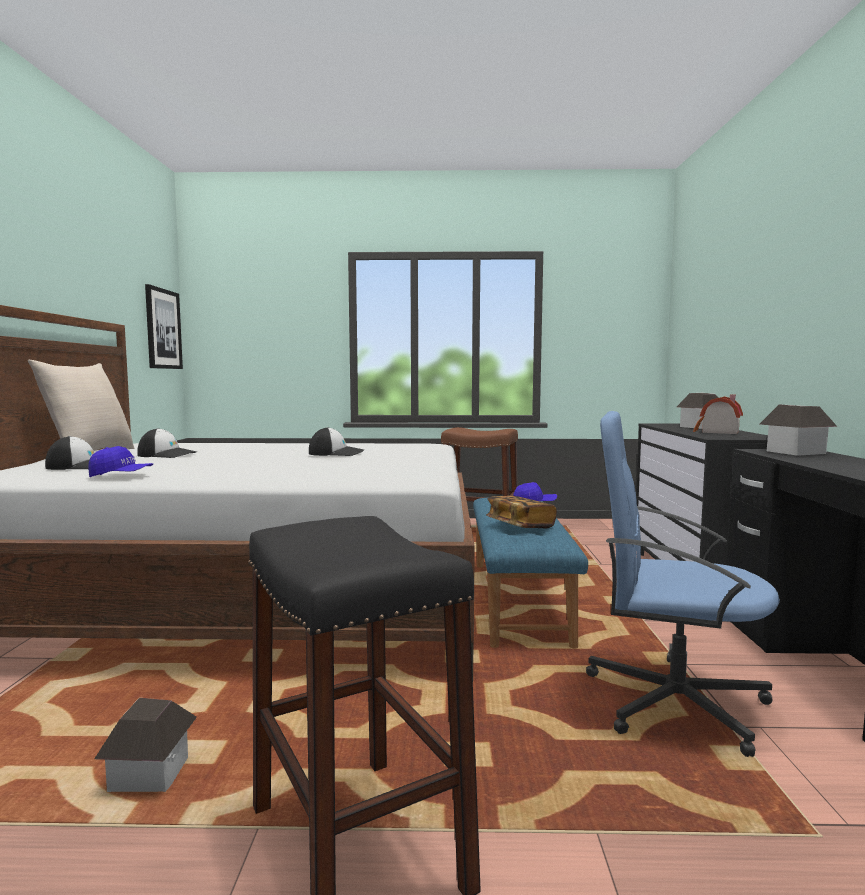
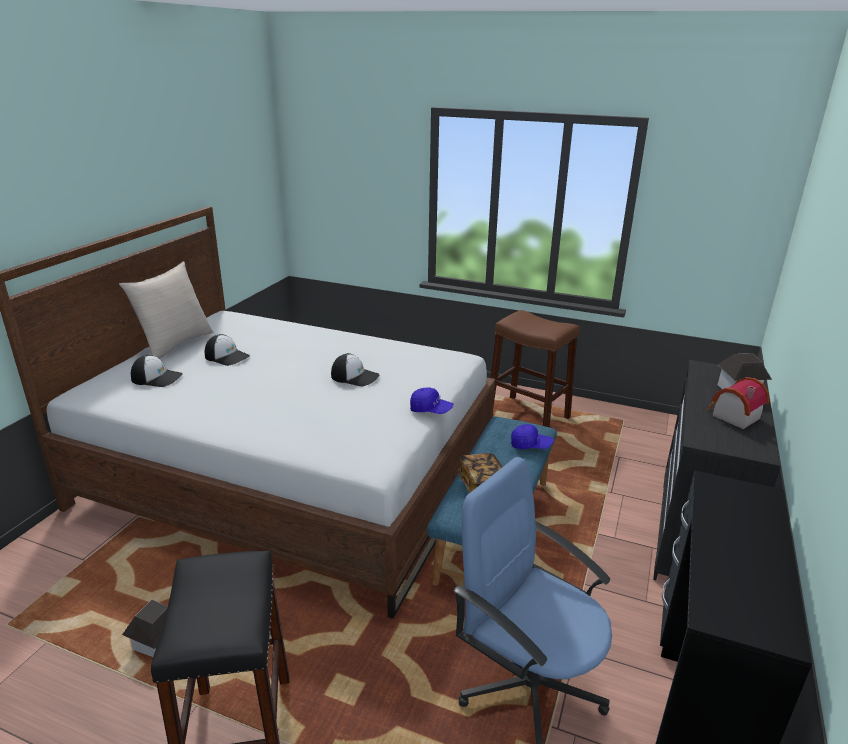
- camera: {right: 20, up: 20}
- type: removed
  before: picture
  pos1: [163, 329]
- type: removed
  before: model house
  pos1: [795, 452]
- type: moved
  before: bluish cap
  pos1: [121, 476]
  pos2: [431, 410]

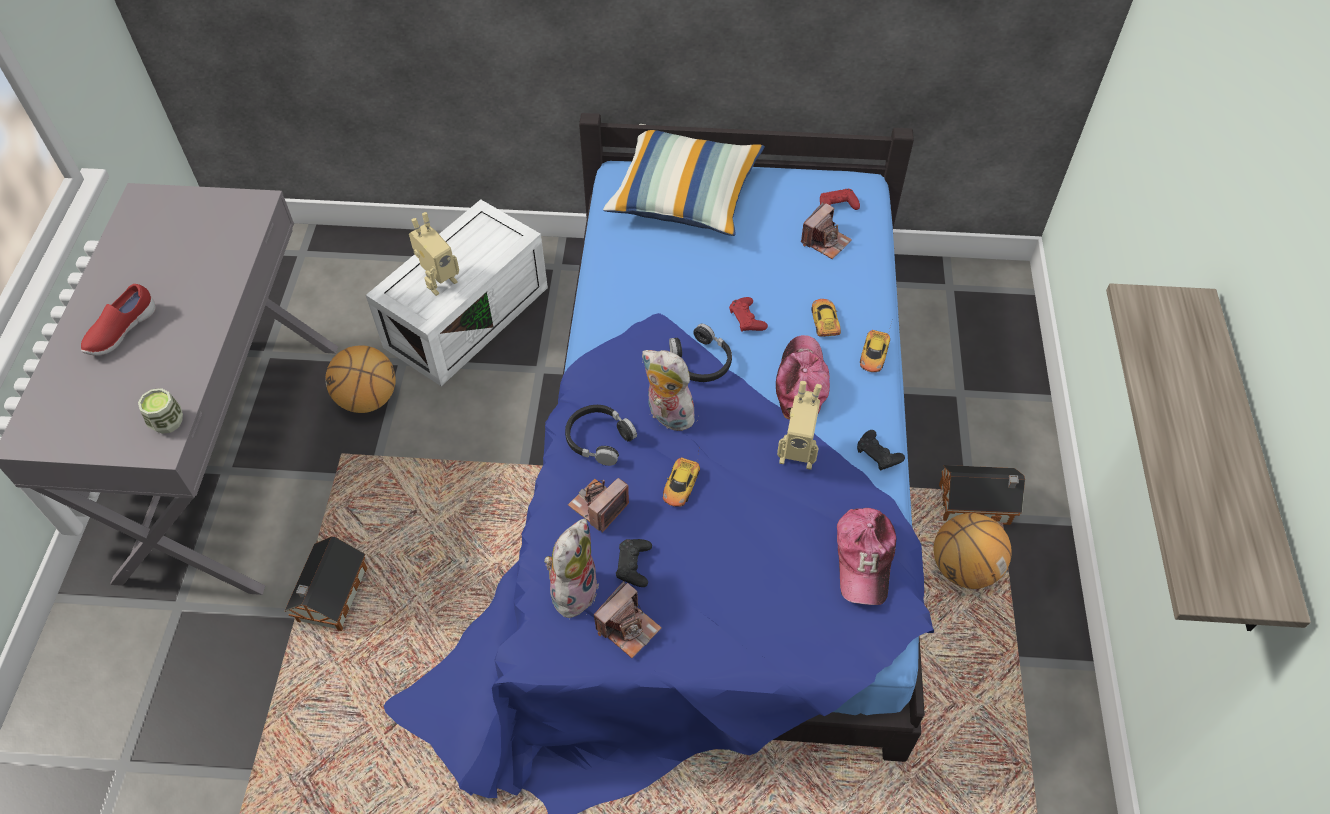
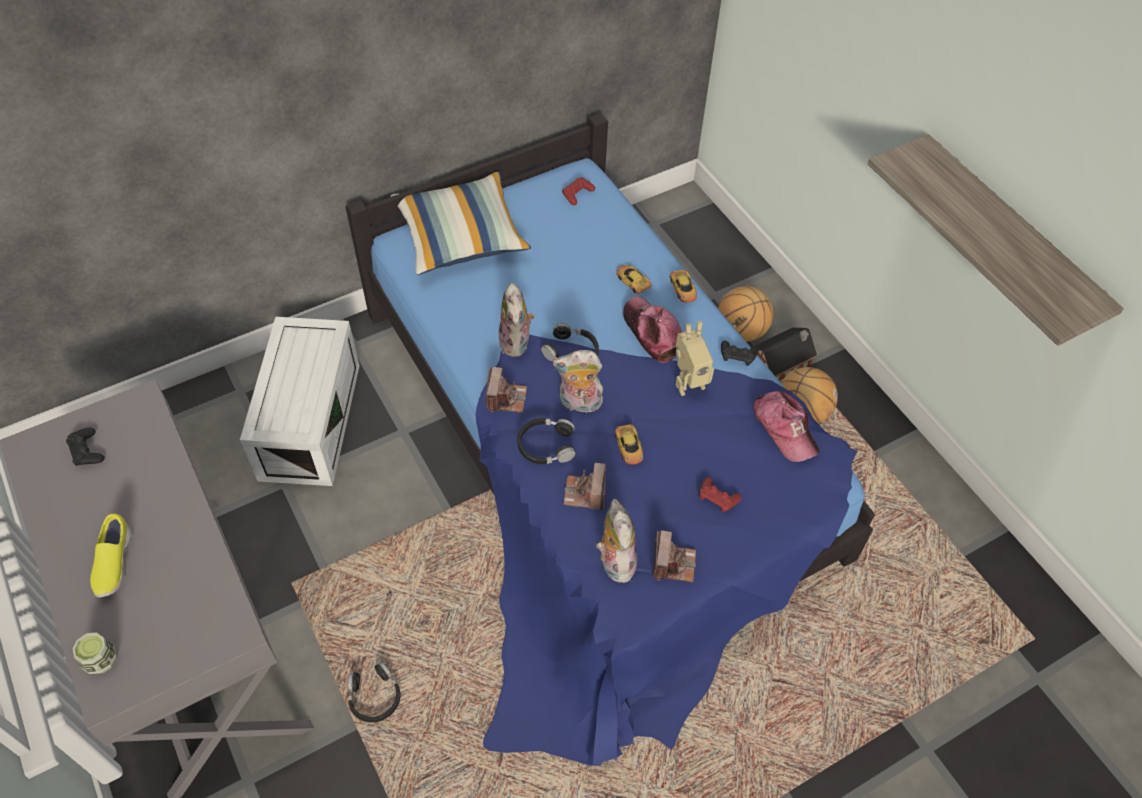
- camera: {right: -35, up: 0}
- type: moved
  before: photo camera
  pos1: [825, 241]
  pos2: [506, 398]
- type: removed
  before: model robot
  pos1: [439, 281]
- type: recoloured
  before: red-coloured shoe
  after: yellowish shoe
  pos1: [121, 331]
  pos2: [113, 563]
- type: moved
  before: red-coloured game controller
  pos1: [747, 319]
  pos2: [717, 497]
- type: moved
  before: basketball ball
  pos1: [368, 399]
  pos2: [741, 331]
- type: moved
  before: drinking cup
  pos1: [167, 422]
  pos2: [101, 661]
- type: replaced
  before: model house
  after: black headphones
  pos1: [331, 598]
  pos2: [374, 696]
- type: moved
  before: black game controller
  pos1: [634, 565]
  pos2: [87, 451]
- type: added
  after: soft toy
  pos2: [517, 343]

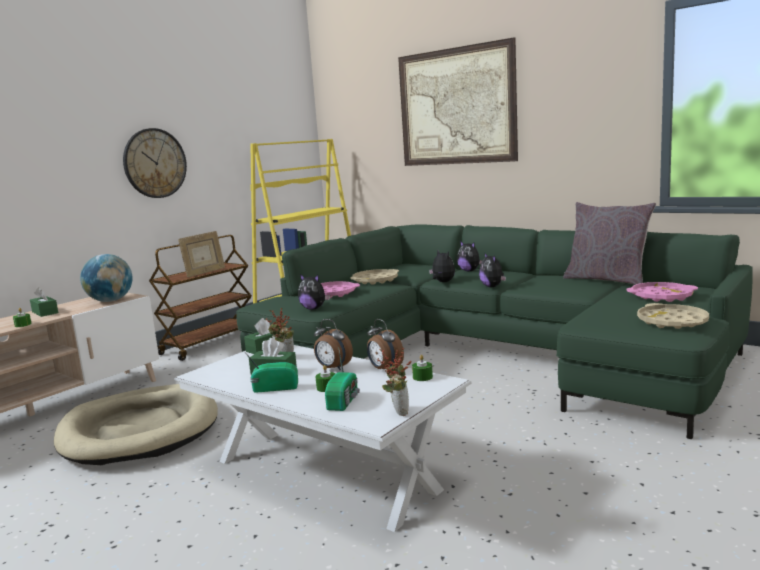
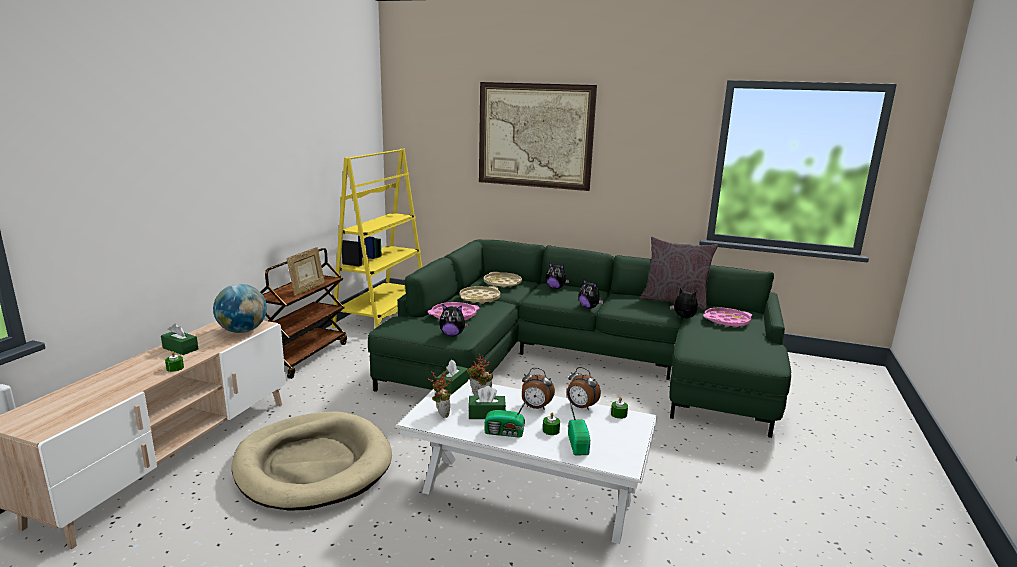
- camera: {right: -20, up: 5}
- type: removed
  before: clock on the wall
  pos1: [155, 163]
- type: moved
  before: soft toy
  pos1: [442, 282]
  pos2: [683, 318]
- type: moved
  before: sand-coloured serving tray
  pos1: [672, 322]
  pos2: [502, 283]
- type: moved
  before: plant in a pot
  pos1: [397, 411]
  pos2: [440, 414]
- type: turned
  before: radio set
  pos1: [274, 388]
  pos2: [505, 433]
  turn: -150

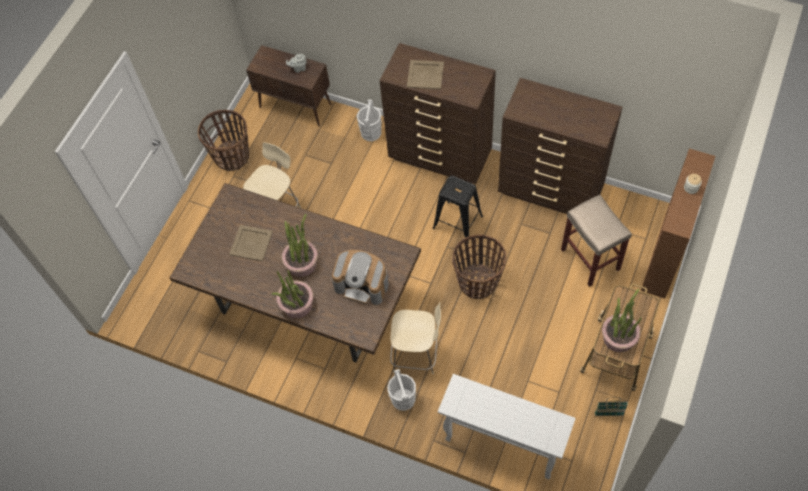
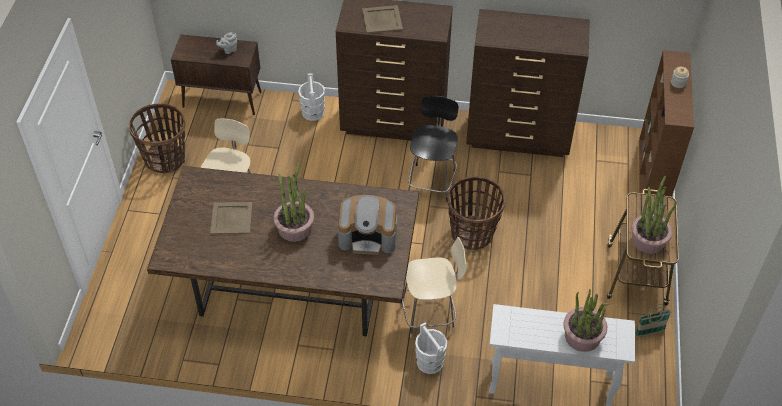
- camera: {right: -20, up: -10}
- type: replaced
  before: black stool
  after: black upright chair
  pos1: [457, 222]
  pos2: [432, 181]
- type: removed
  before: sand-coloured stool
  pos1: [591, 260]
- type: moved
  before: plant in a pot
  pos1: [297, 305]
  pos2: [582, 336]

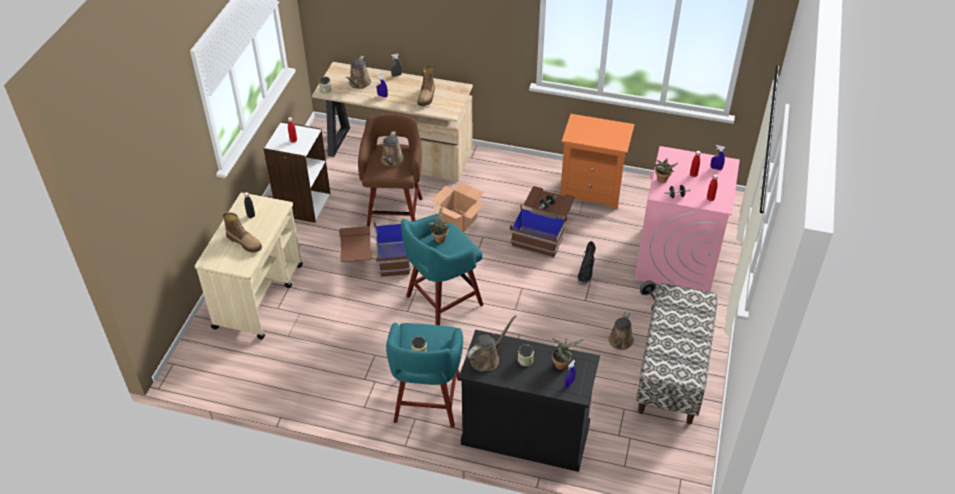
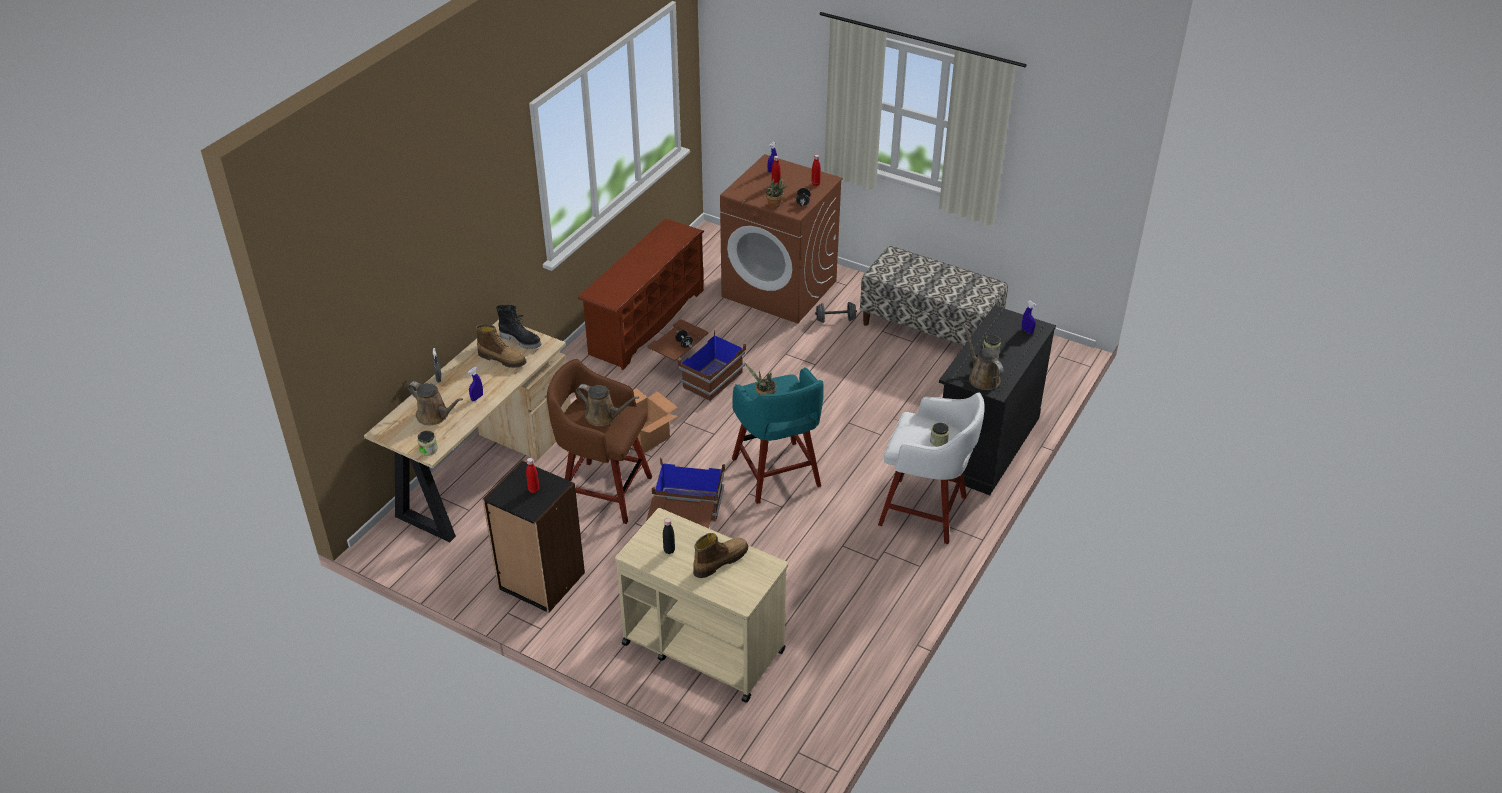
- camera: {right: -75, up: -5}
- type: replaced
  before: orangey night table
  after: brownish shoe shelf
  pos1: [592, 190]
  pos2: [646, 321]
- type: recoloured
  before: white bookshelf
  after: black bookshelf
  pos1: [303, 204]
  pos2: [540, 581]
- type: recoloured
  before: pink laundry appliance
  after: brownish laundry appliance
  pos1: [677, 259]
  pos2: [780, 289]
- type: moved
  before: black tall boot
  pos1: [586, 273]
  pos2: [521, 340]
- type: removed
  before: brownish watering can
  pos1: [620, 342]
- type: recoloured
  before: turquoise-coloured stool
  after: white stool
  pos1: [427, 402]
  pos2: [926, 512]
- type: removed
  before: plant in a pot
  pos1: [562, 364]

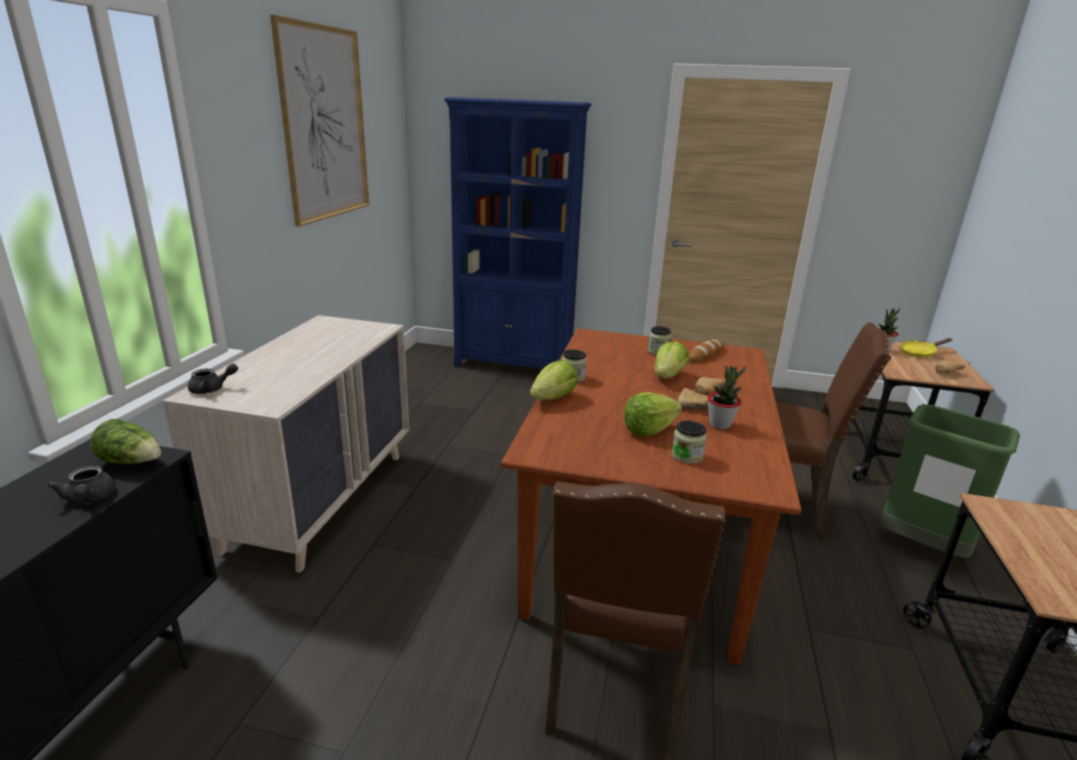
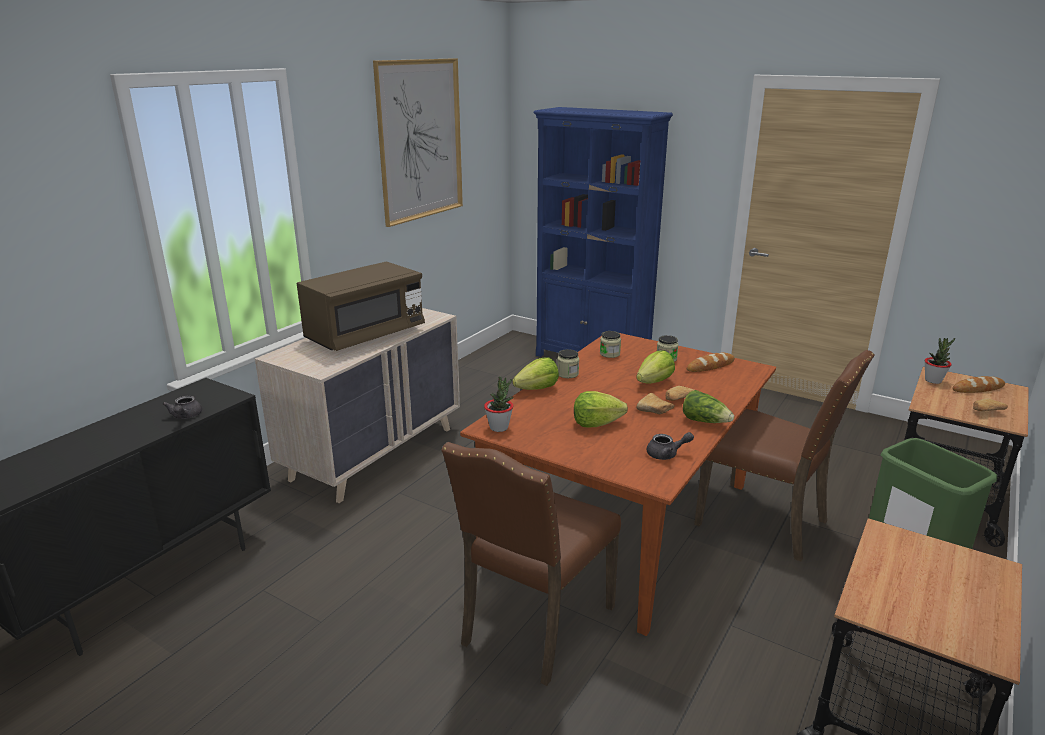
- camera: {right: 20, up: 0}
- type: replaced
  before: yellowish frying pan
  after: baked bread
  pos1: [919, 353]
  pos2: [978, 388]
- type: moved
  before: gray tea pot
  pos1: [212, 389]
  pos2: [666, 454]
- type: moved
  before: plant in a pot
  pos1: [720, 424]
  pos2: [499, 427]
- type: moved
  before: lettuce
  pos1: [132, 461]
  pos2: [705, 421]
- type: moved
  before: storage jar
  pos1: [687, 456]
  pos2: [609, 354]
- type: added
  after: brownish microwave oven
  pos2: [365, 335]

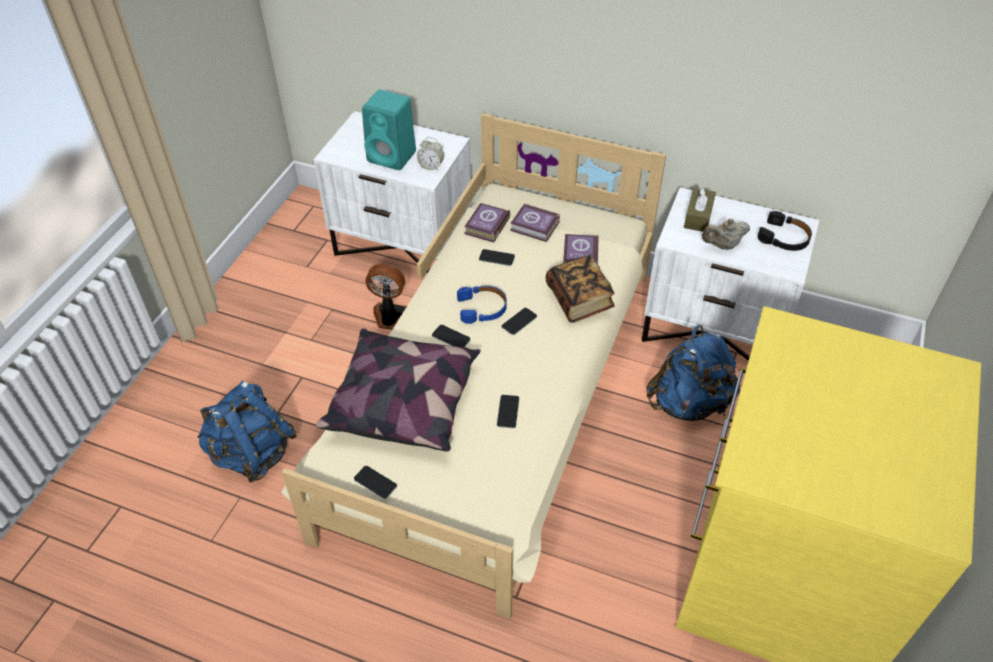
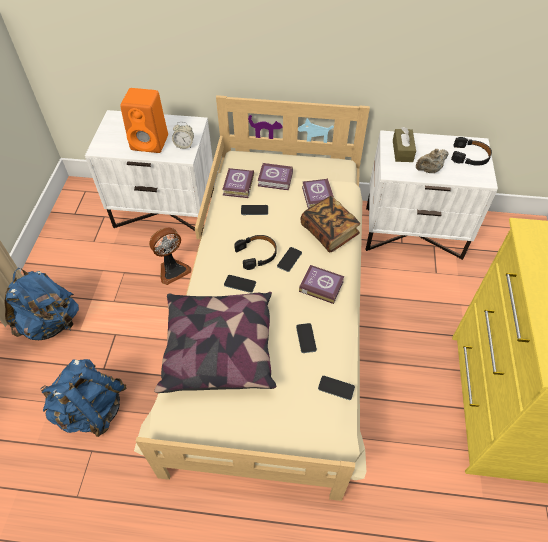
- camera: {right: -15, up: 5}
- type: recoloured
  before: turquoise-coloured audio speaker
  after: orangey audio speaker
  pos1: [393, 157]
  pos2: [151, 142]
- type: turned
  before: fan
  pos1: [390, 317]
  pos2: [172, 269]
  turn: 150
- type: recoloured
  before: bluish headphones
  after: black headphones
  pos1: [482, 308]
  pos2: [257, 254]
- type: moved
  before: bluish rucksack
  pos1: [689, 403]
  pos2: [51, 323]
- type: moved
  before: handset
  pos1: [375, 482]
  pos2: [336, 388]
- type: added
  after: book
  pos2: [320, 285]

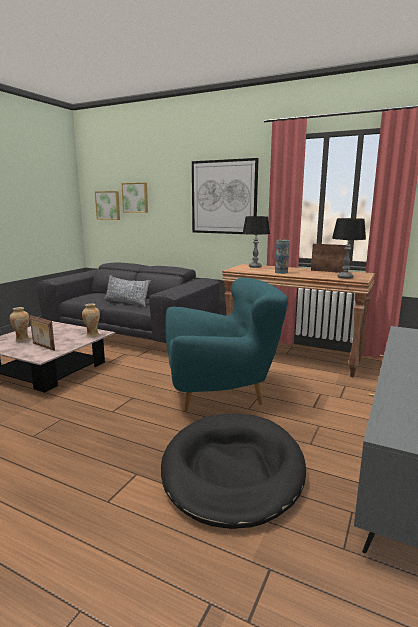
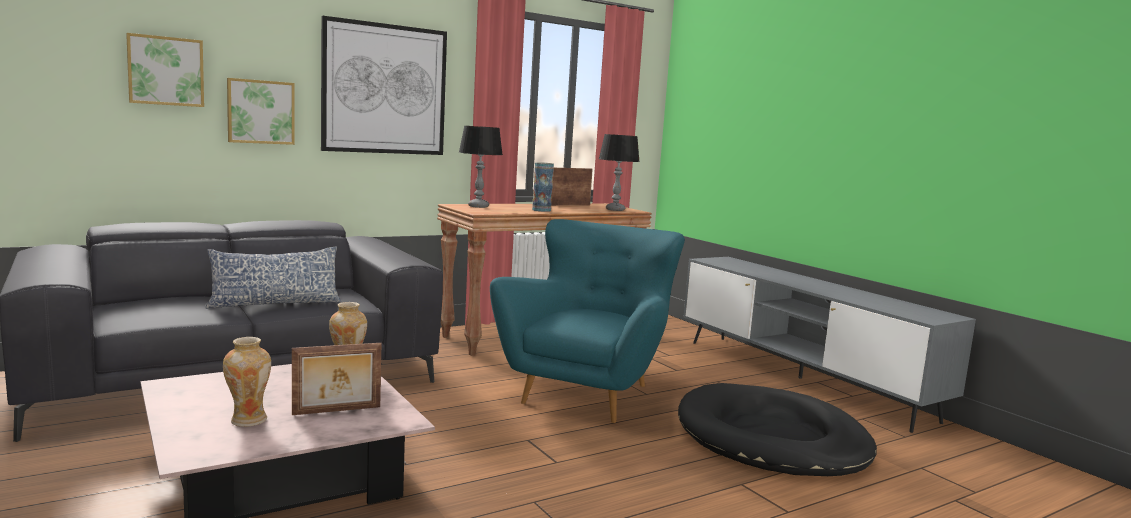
- camera: {right: -60, up: -5}
- type: moved
  before: picture
  pos1: [108, 205]
  pos2: [260, 112]

